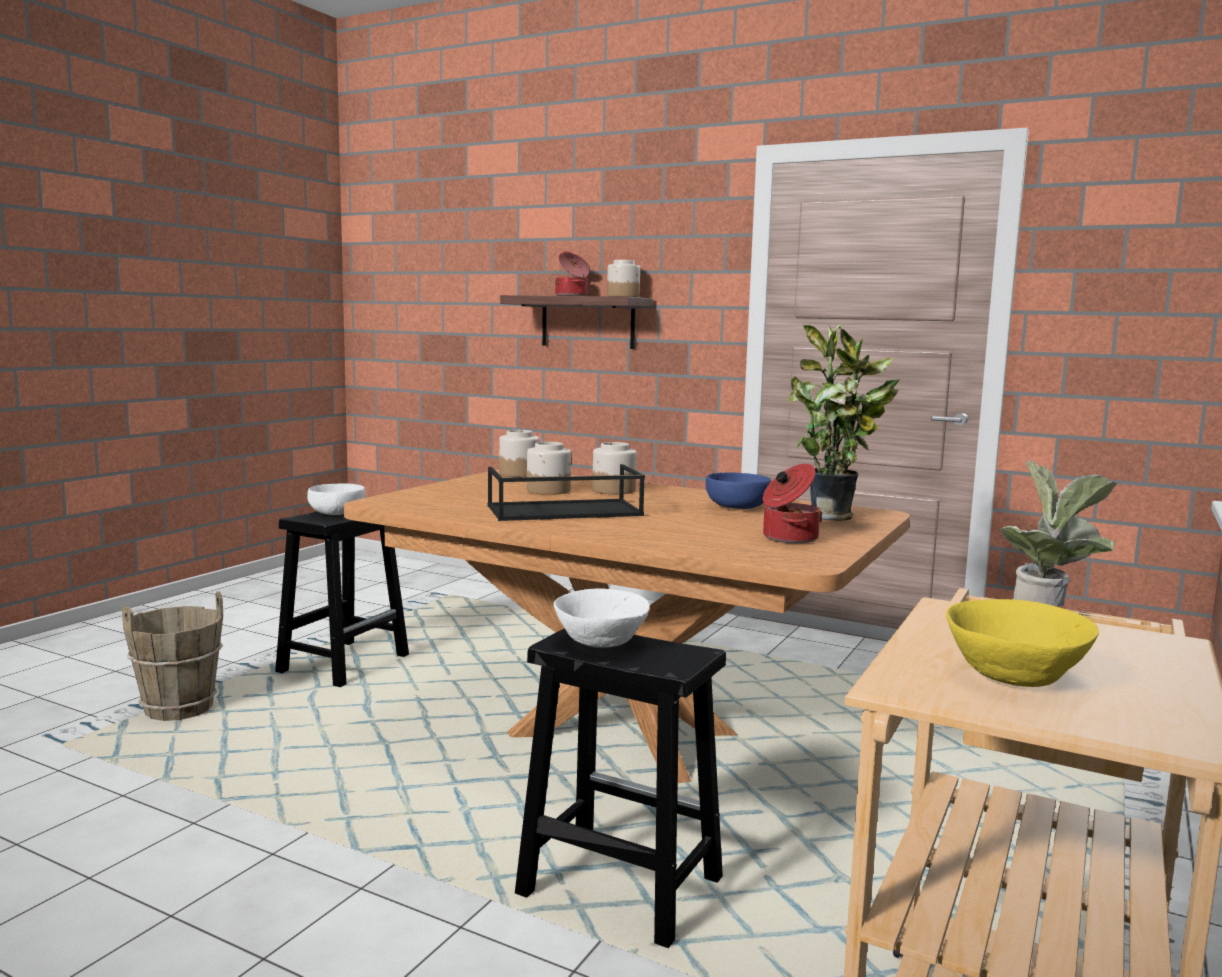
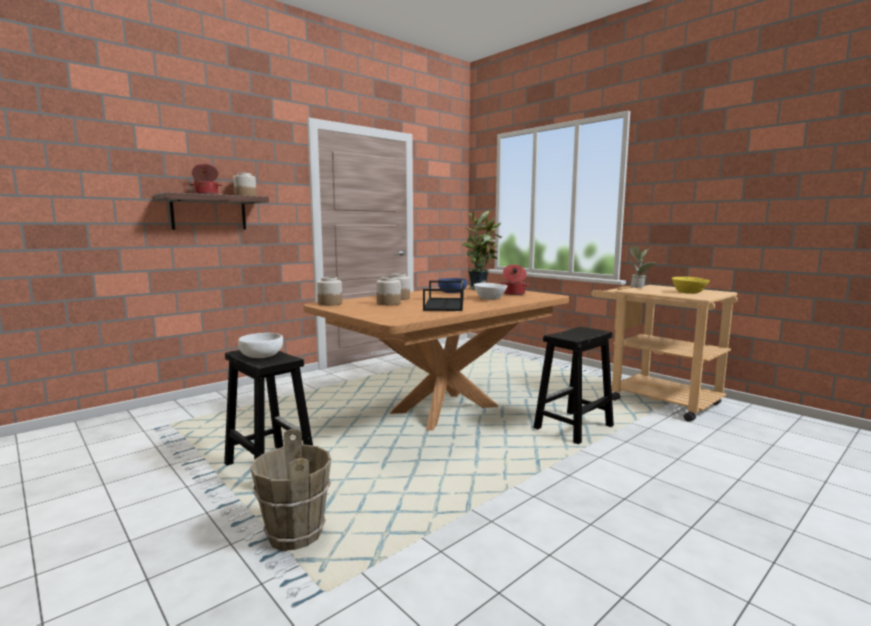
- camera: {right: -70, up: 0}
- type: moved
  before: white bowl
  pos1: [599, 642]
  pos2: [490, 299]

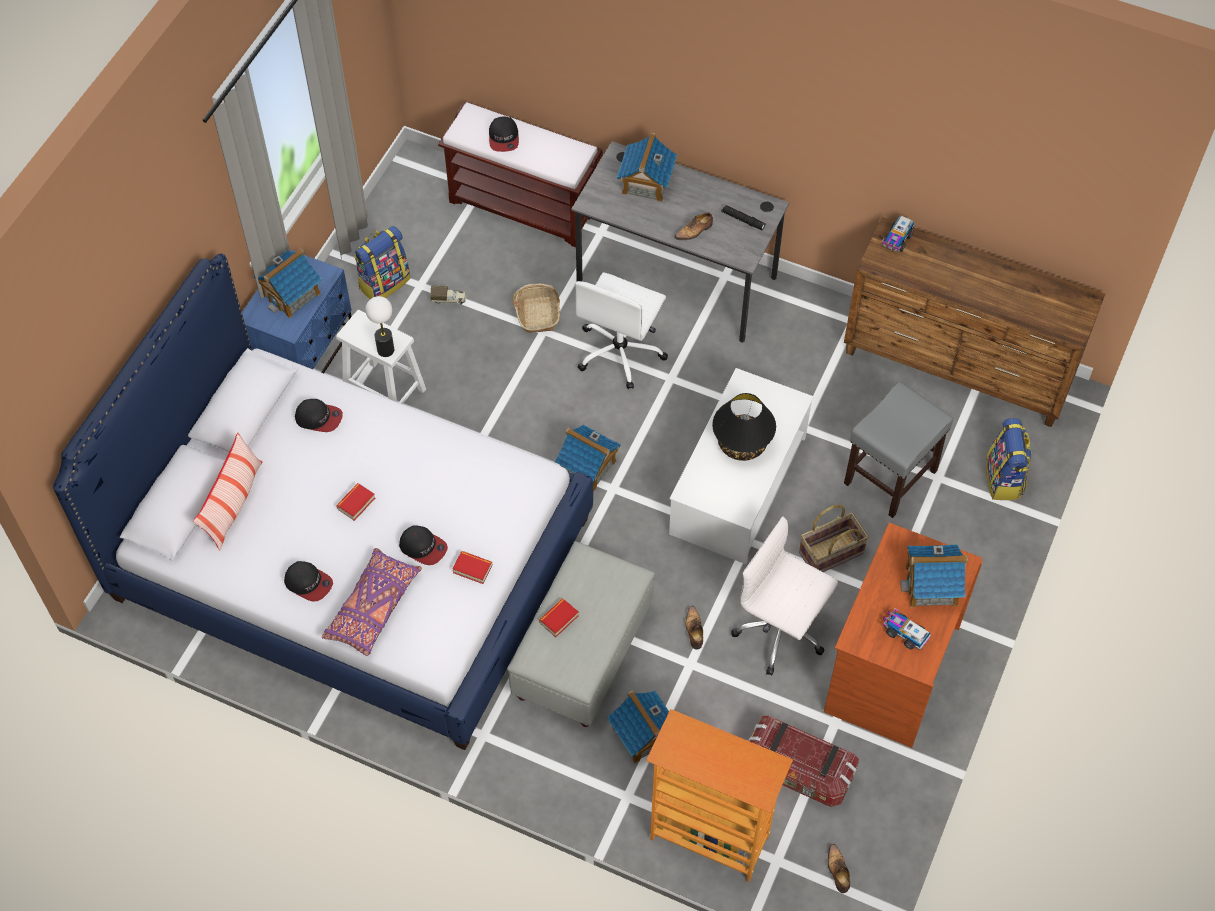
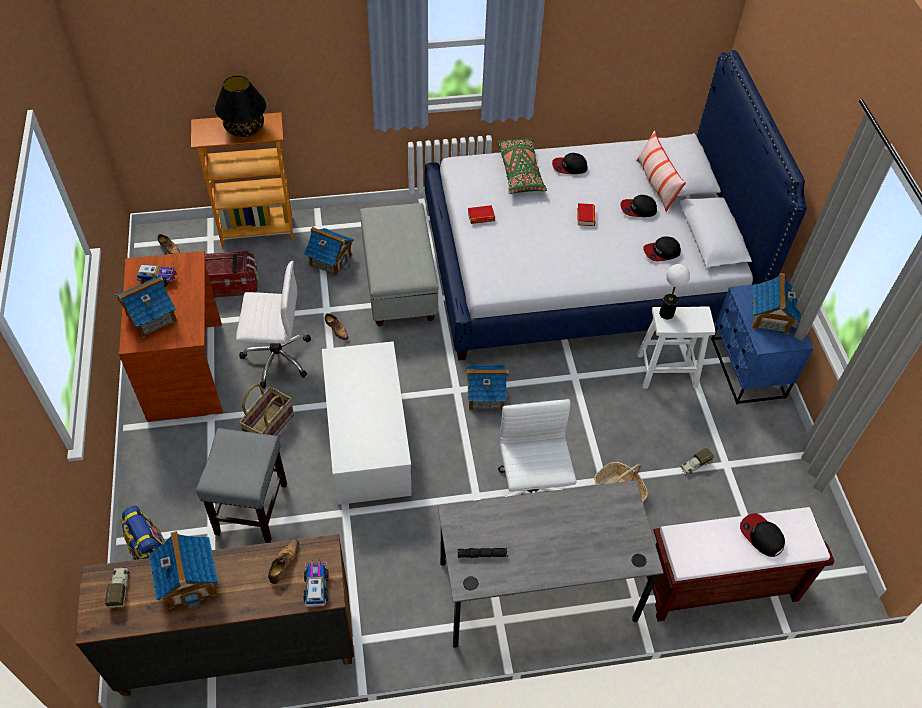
- camera: {right: 145, up: -5}
- type: moved
  before: model house
  pos1: [646, 183]
  pos2: [189, 580]
- type: moved
  before: shoe
  pos1: [694, 231]
  pos2: [283, 563]
- type: removed
  before: rucksack
  pos1: [384, 282]
- type: moved
  before: black tabletop lamp
  pos1: [742, 443]
  pos2: [245, 128]
- type: moved
  before: cap
  pos1: [423, 547]
  pos2: [638, 209]
- type: recoloured
  before: purple cushion
  after: green cushion
  pos1: [373, 608]
  pos2: [520, 172]
- type: removed
  before: book
  pos1: [559, 619]
- type: added
  after: toy lorry
  pos2: [120, 589]

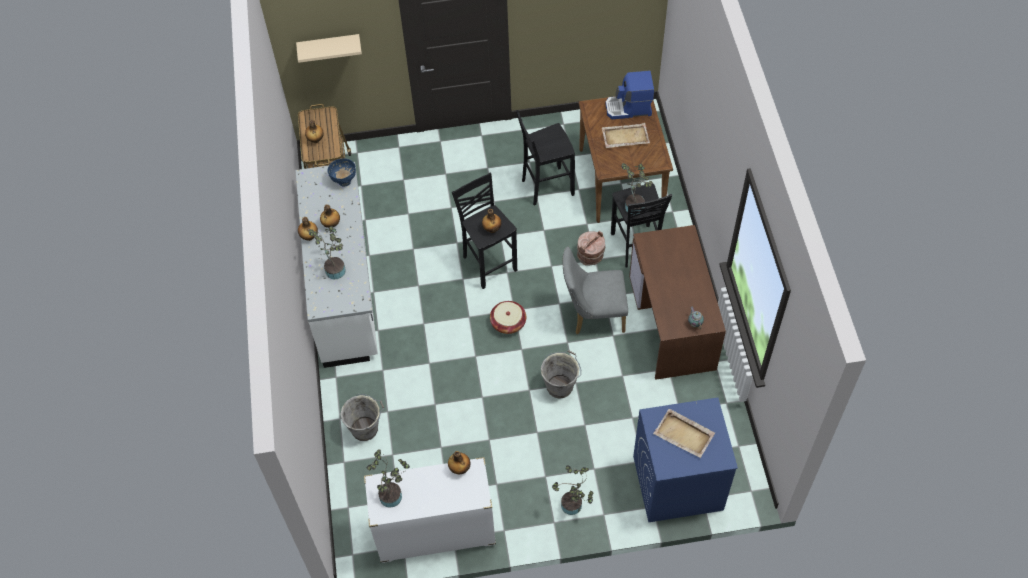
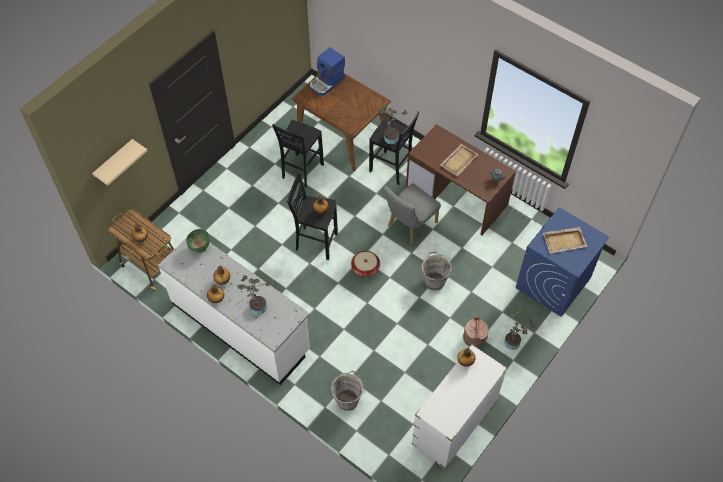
- camera: {right: -45, up: 0}
- type: moved
  before: sand-coloured serving tray
  pos1: [625, 136]
  pos2: [458, 161]
- type: recoloured
  before: bluish bowl
  after: green bowl
  pos1: [344, 180]
  pos2: [200, 247]
- type: moved
  before: brownish bucket
  pos1: [590, 256]
  pos2: [474, 338]
- type: removed
  before: plant in a pot
  pos1: [393, 495]

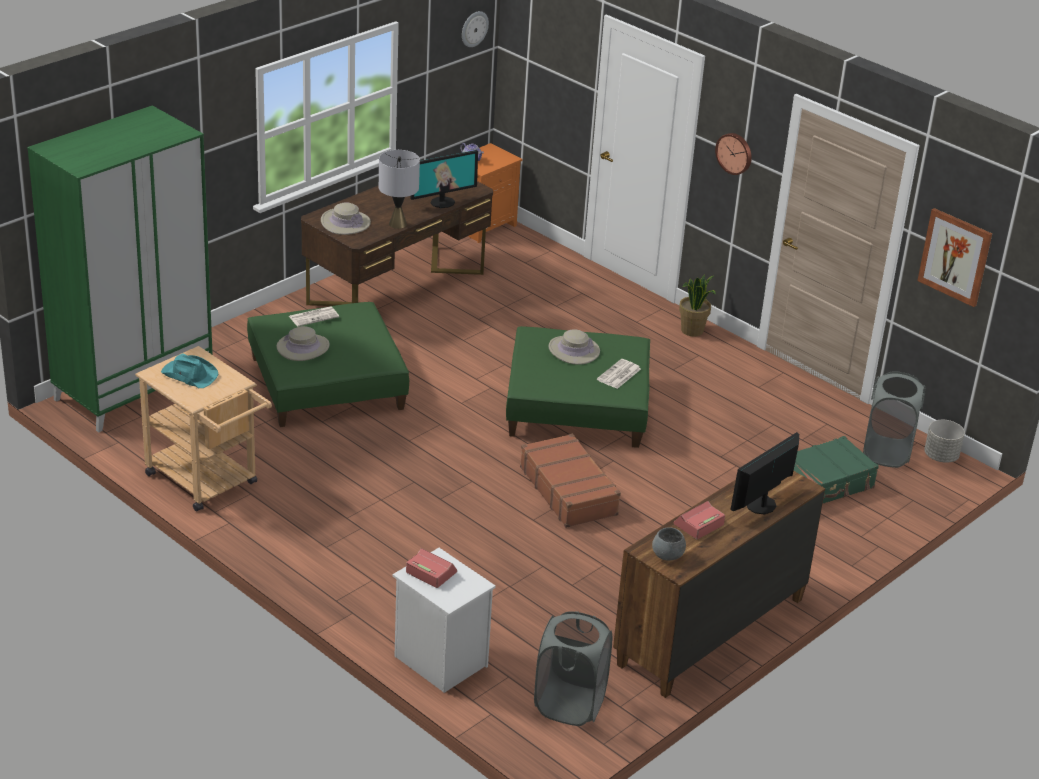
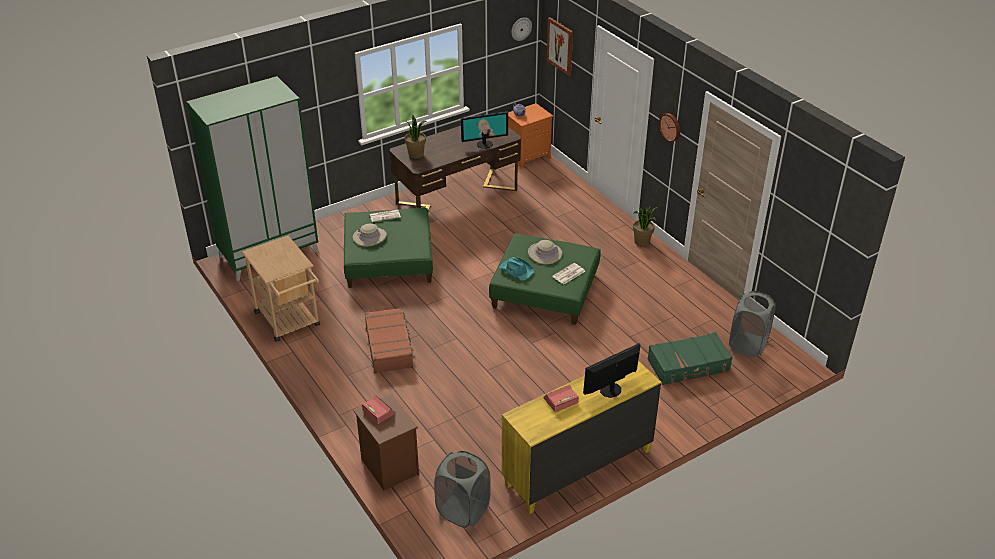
- camera: {right: 15, up: 5}
- type: removed
  before: gray tabletop lamp
  pos1: [397, 224]
- type: replaced
  before: sand-coloured wearable hat
  after: plant in a pot
  pos1: [345, 222]
  pos2: [416, 154]
- type: moved
  before: picture
  pos1: [955, 256]
  pos2: [560, 46]
- type: moved
  before: turquoise-coloured wearable hat
  pos1: [189, 374]
  pos2: [516, 270]
- type: removed
  before: gray plant pot
  pos1: [941, 456]
- type: moved
  before: brownish piece of luggage
  pos1: [569, 491]
  pos2: [389, 346]
- type: recoloured
  before: brownish dresser
  after: yellowish dresser
  pos1: [709, 631]
  pos2: [577, 467]
- type: removed
  before: gray bowl
  pos1: [668, 555]
- type: recoloured
  before: white night table
  after: brownish night table
  pos1: [438, 661]
  pos2: [388, 466]

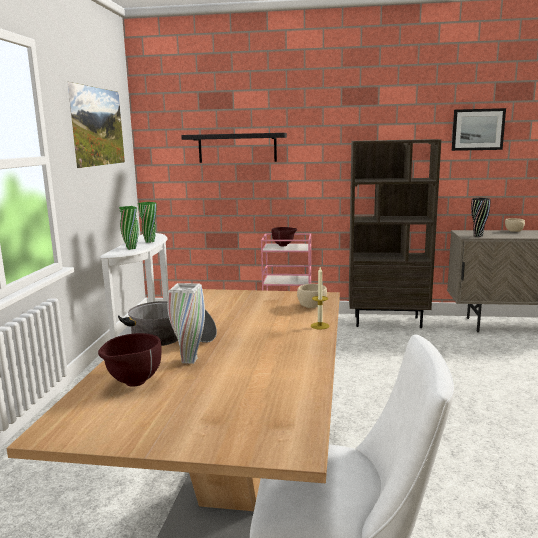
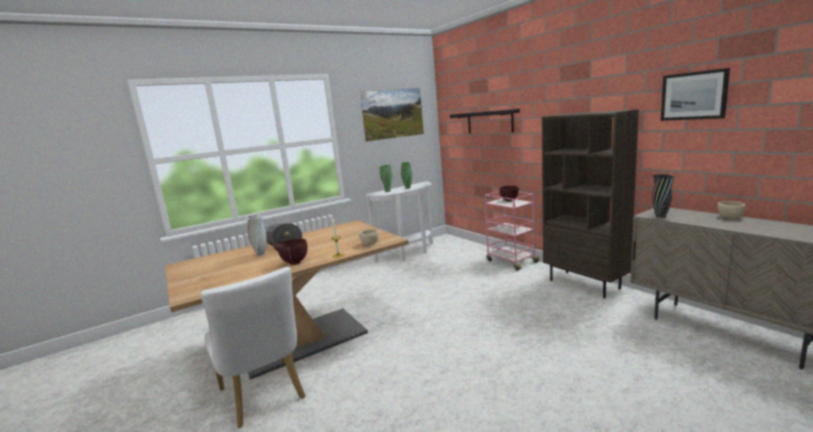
- camera: {right: 50, up: 0}
- type: moved
  before: brownish bowl
  pos1: [132, 383]
  pos2: [293, 263]

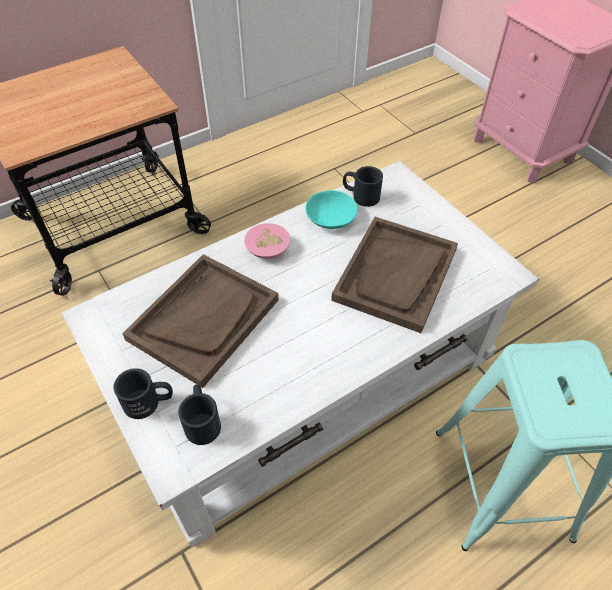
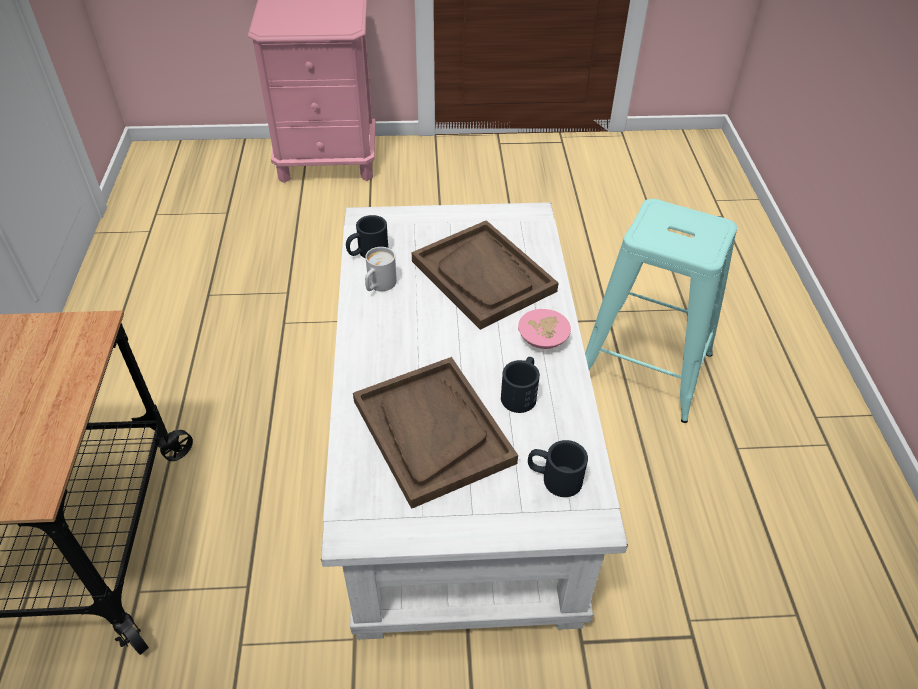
- camera: {right: -60, up: -5}
- type: replaced
  before: turquoise-coloured bowl
  after: white mug
  pos1: [330, 219]
  pos2: [378, 286]
- type: moved
  before: pink bowl
  pos1: [269, 249]
  pos2: [544, 337]
- type: moved
  before: black mug
  pos1: [149, 402]
  pos2: [521, 393]

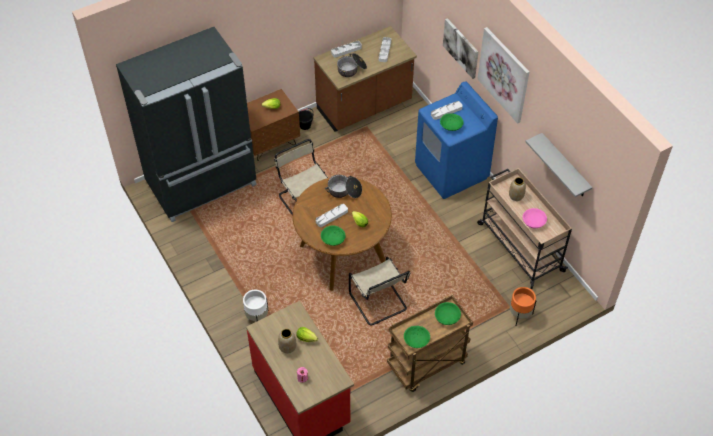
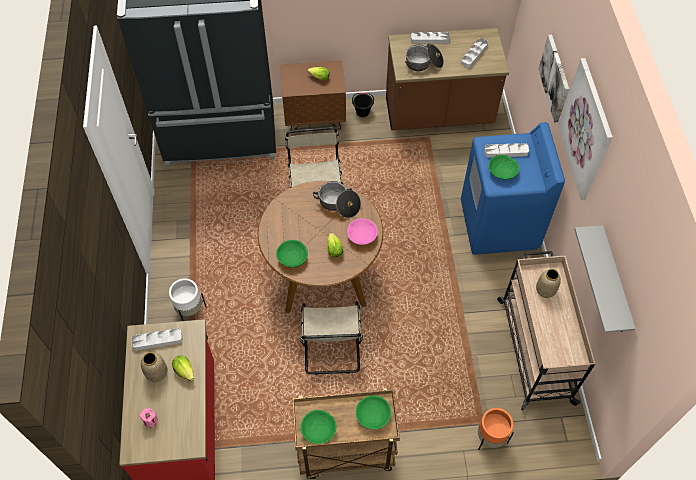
- camera: {right: 25, up: 5}
- type: moved
  before: gray serving tray
  pos1: [331, 216]
  pos2: [157, 340]
- type: moved
  before: pink bowl
  pos1: [533, 222]
  pos2: [362, 236]

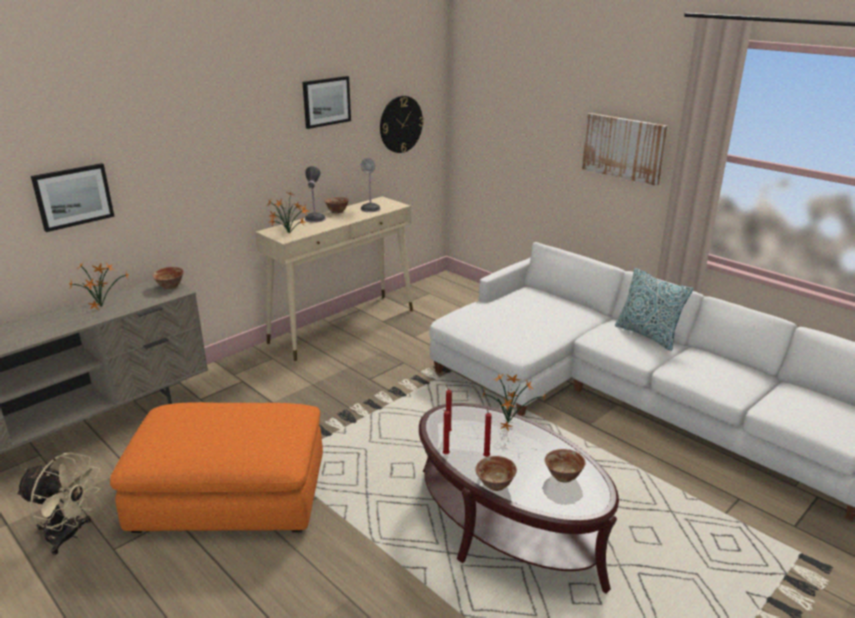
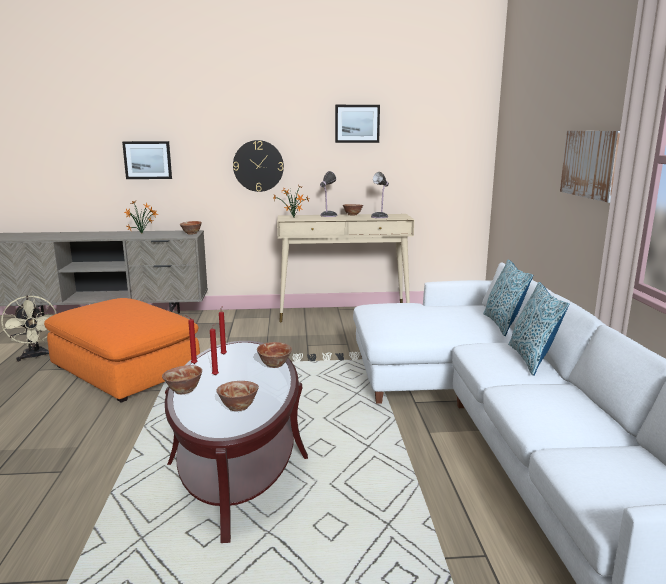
- camera: {right: 40, up: -10}
- type: moved
  before: clock on the wall
  pos1: [401, 124]
  pos2: [258, 166]
- type: replaced
  before: plant in a pot
  after: bowl
  pos1: [509, 422]
  pos2: [274, 365]
- type: added
  after: cushion
  pos2: [503, 324]

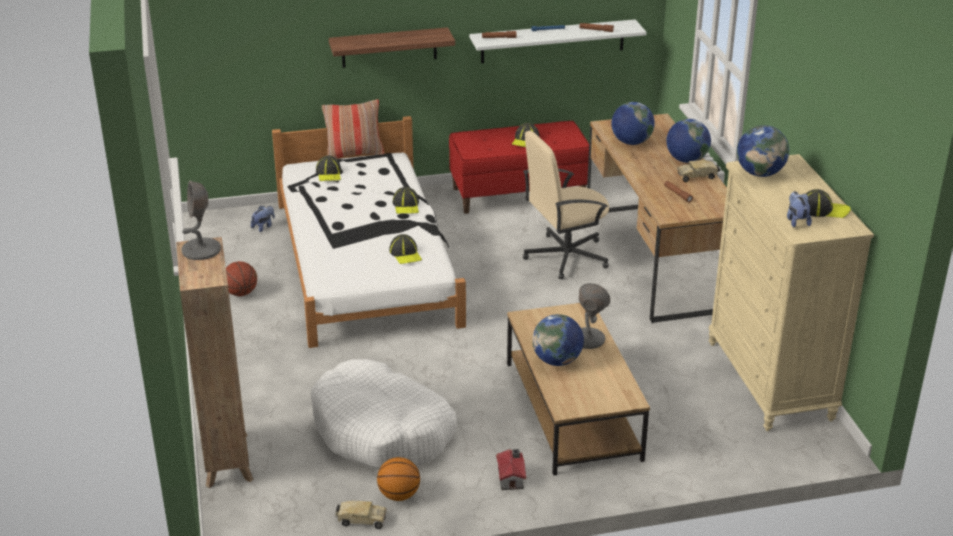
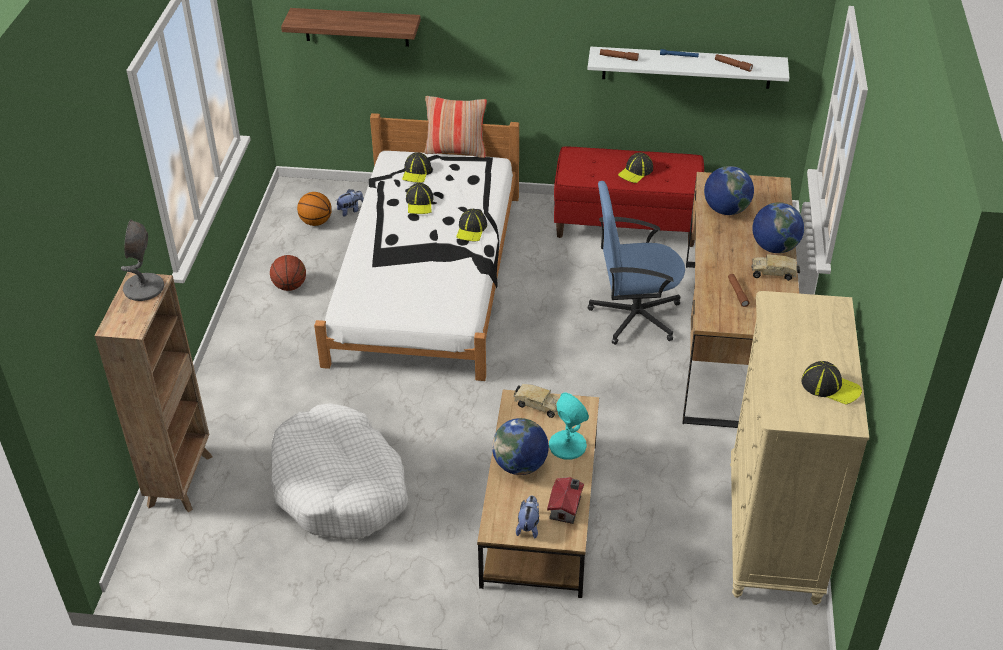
- camera: {right: 20, up: 10}
- type: moved
  before: shelf
  pos1: [389, 47]
  pos2: [356, 27]
- type: removed
  before: desk globe
  pos1: [760, 173]
- type: recoloured
  before: sand-coloured desk chair
  after: bluish desk chair
  pos1: [565, 256]
  pos2: [634, 316]
- type: moved
  before: soft toy
  pos1: [796, 221]
  pos2: [528, 526]
- type: moved
  before: cap
  pos1: [405, 254]
  pos2: [419, 203]
- type: recoloured
  before: gray tabletop lamp
  after: turquoise-coloured tabletop lamp
  pos1: [587, 339]
  pos2: [567, 445]
- type: moved
  before: model house
  pos1: [511, 478]
  pos2: [566, 507]
- type: moved
  before: basketball ball
  pos1: [399, 495]
  pos2: [316, 222]
- type: moved
  before: toy lorry
  pos1: [361, 520]
  pos2: [536, 405]

